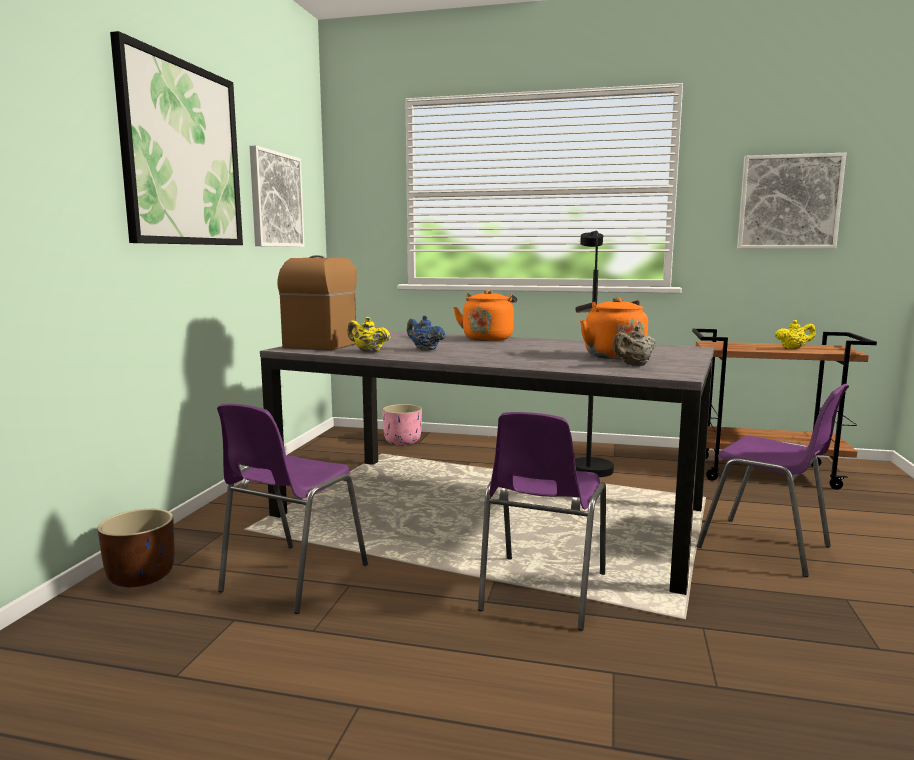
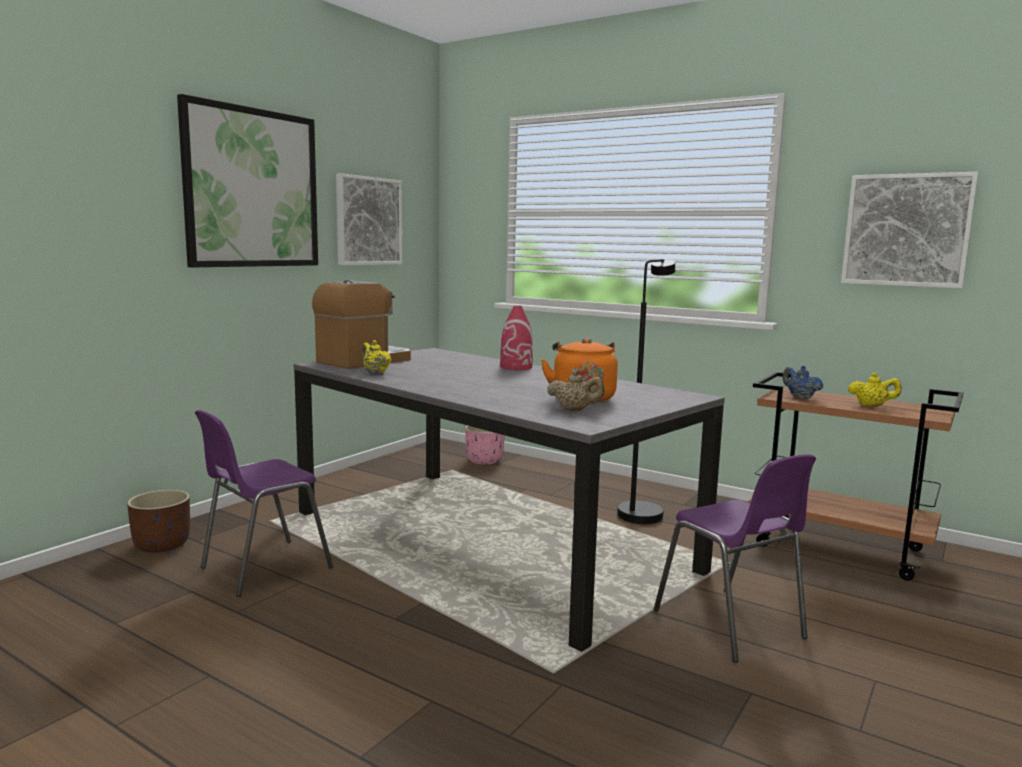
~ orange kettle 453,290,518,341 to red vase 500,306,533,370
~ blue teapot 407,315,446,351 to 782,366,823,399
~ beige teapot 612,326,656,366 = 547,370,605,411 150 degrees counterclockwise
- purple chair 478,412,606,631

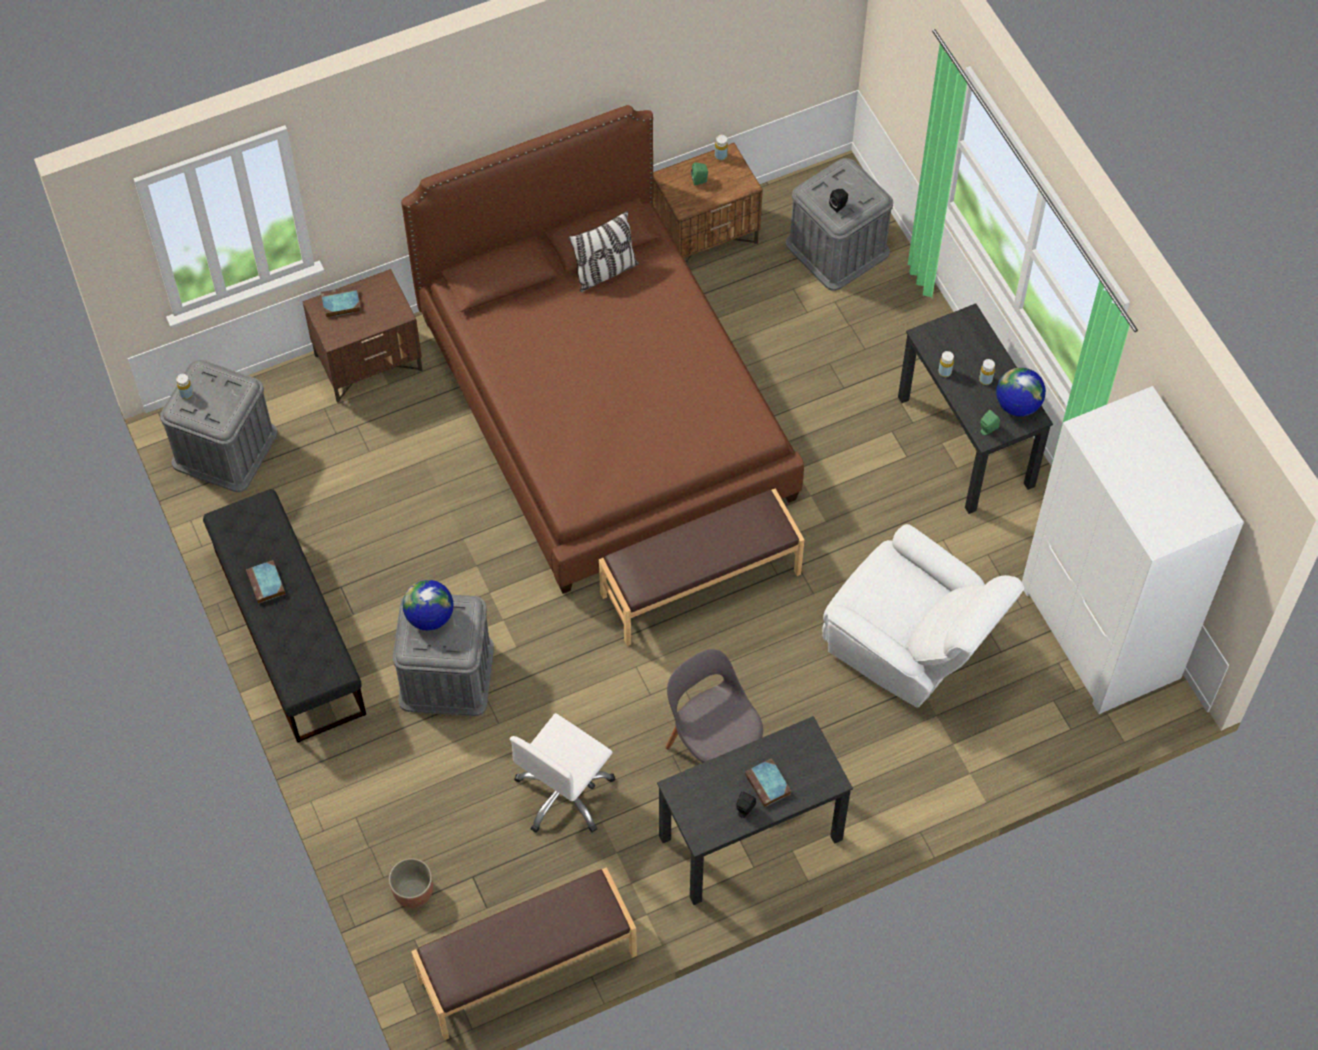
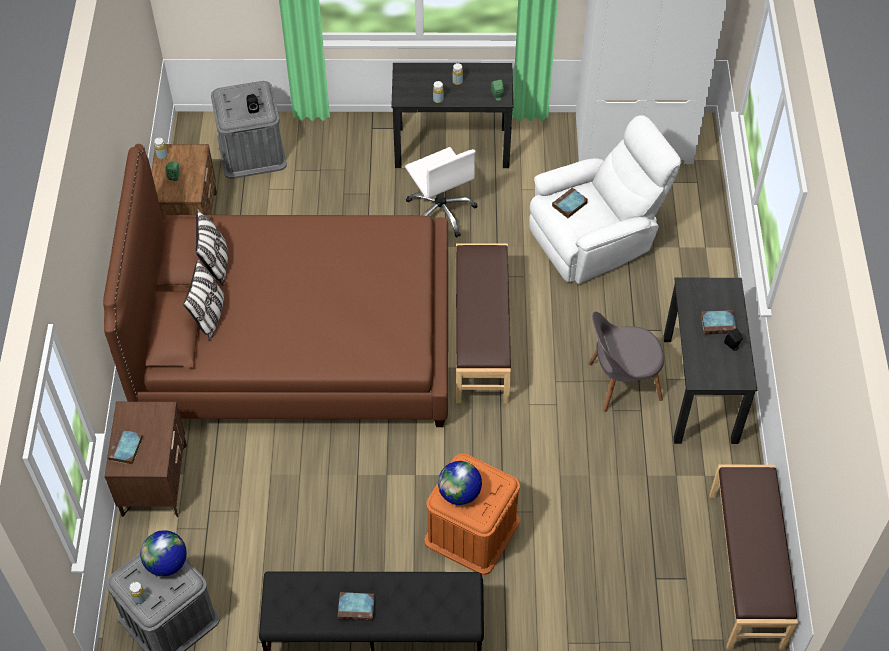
~ globe 996,367,1046,416 to 140,530,187,576
~ grey storage box 393,595,494,716 to orange storage box 425,454,520,575
~ white office chair 510,713,615,833 to 405,147,477,238
- planter 389,858,433,908
+ book 552,187,588,218
+ pillow 183,259,224,341

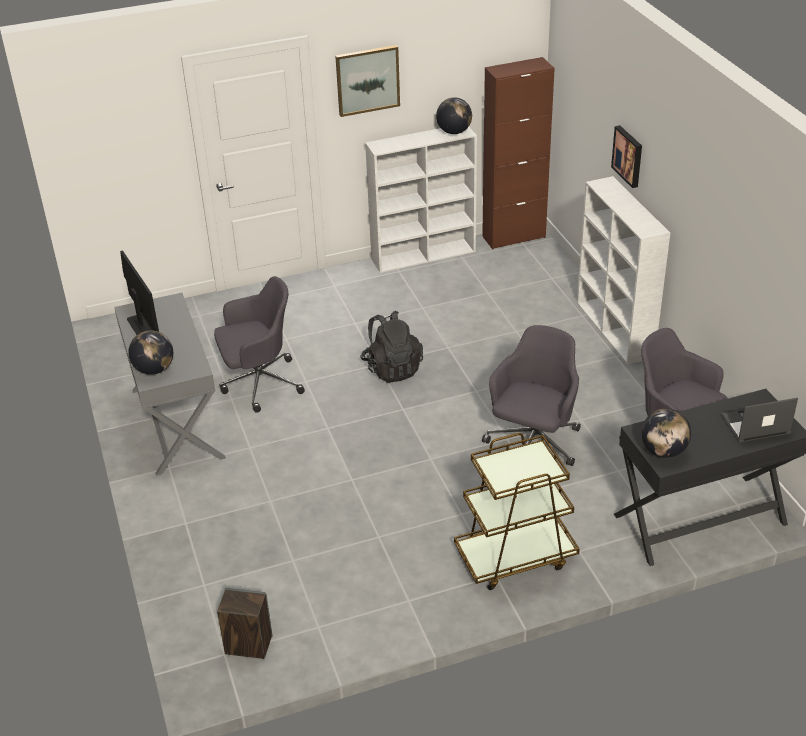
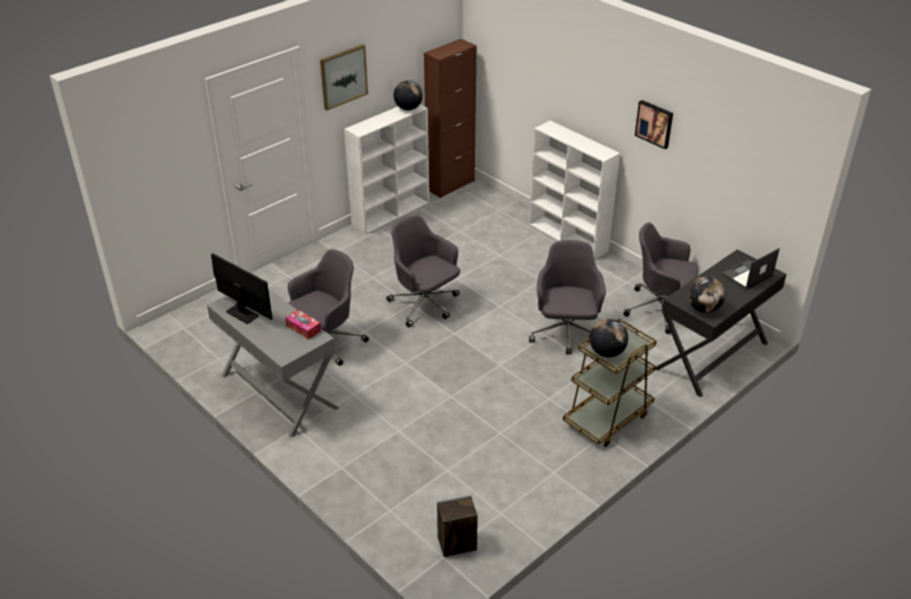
~ picture 611,125,642,188 to 635,100,673,149
~ black backpack 360,311,423,383 to grey office chair 386,215,460,327
~ globe 128,330,173,375 to 589,319,628,357
+ tissue box 285,310,321,340

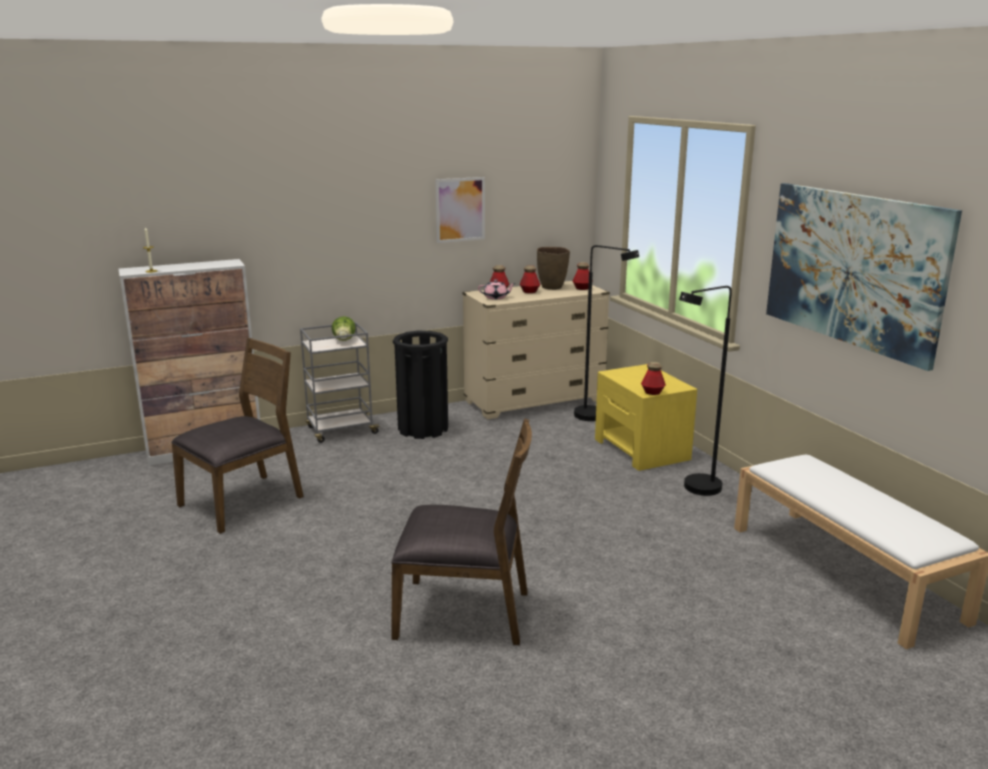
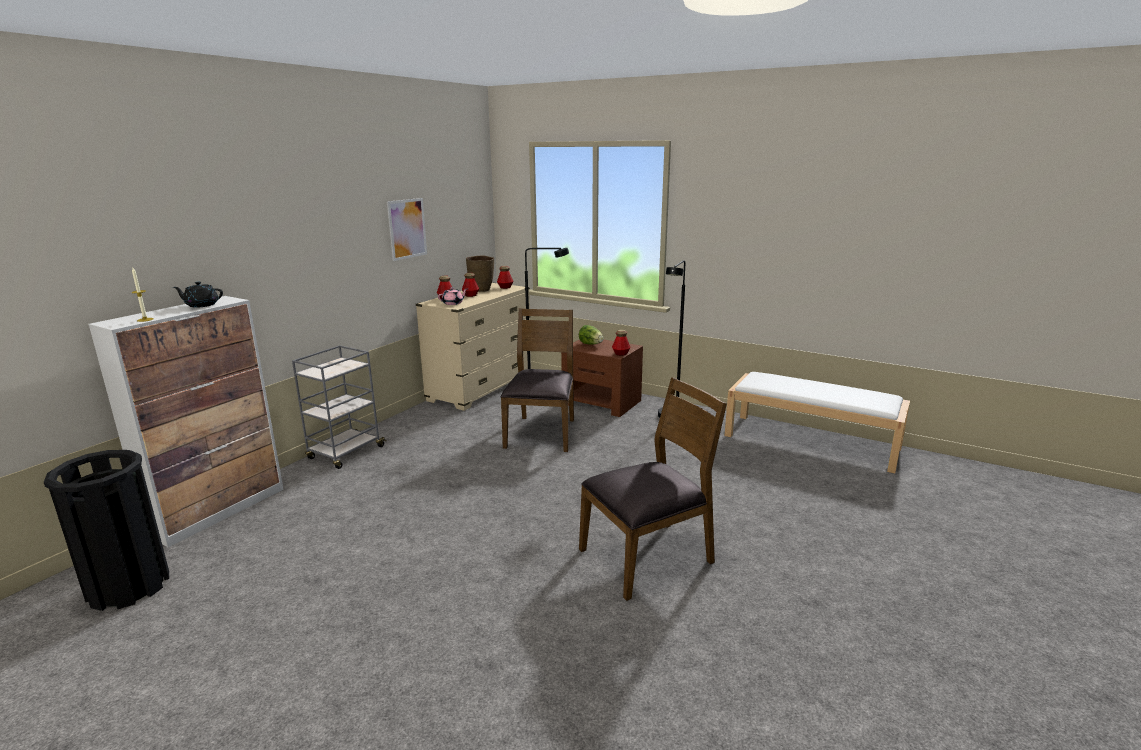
- picture 766,183,962,371
~ lettuce 332,316,356,341 to 579,325,604,344
~ black trash can 393,330,448,439 to 44,450,169,611
~ brown chair 171,338,304,534 to 500,308,574,452
~ yellow nightstand 595,364,697,471 to brown nightstand 561,339,643,417
+ black teapot 173,282,223,308

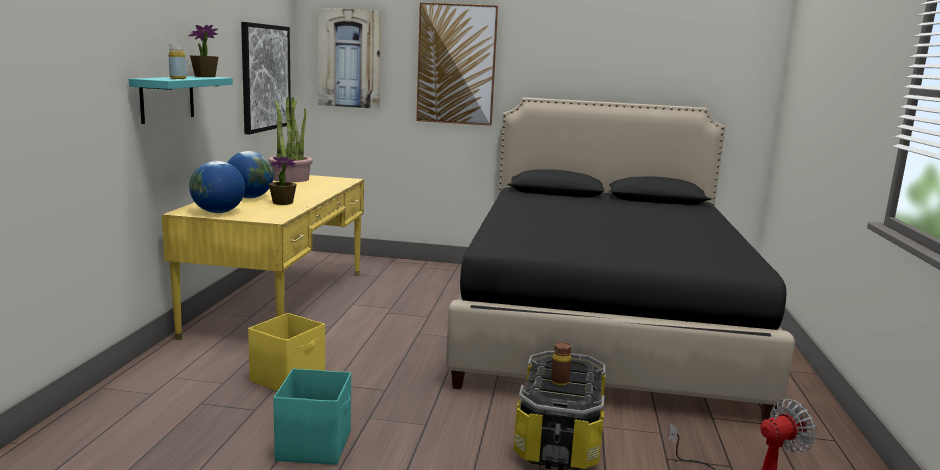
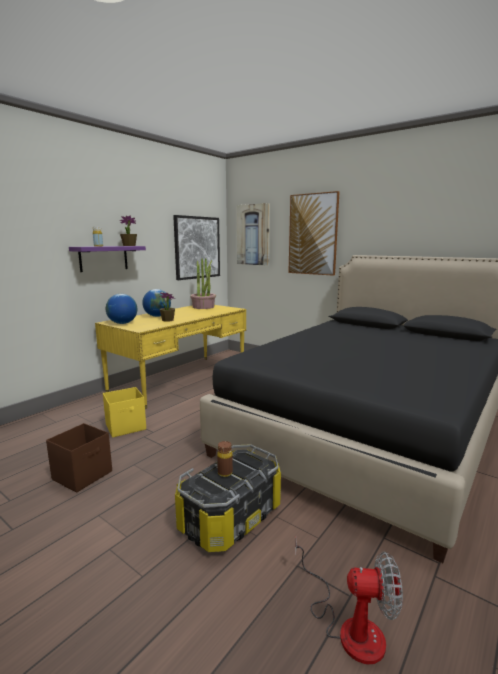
~ turquoise shelf 129,76,233,124 to purple shelf 69,246,146,272
~ turquoise storage box 273,368,351,465 to brown storage box 46,423,112,493

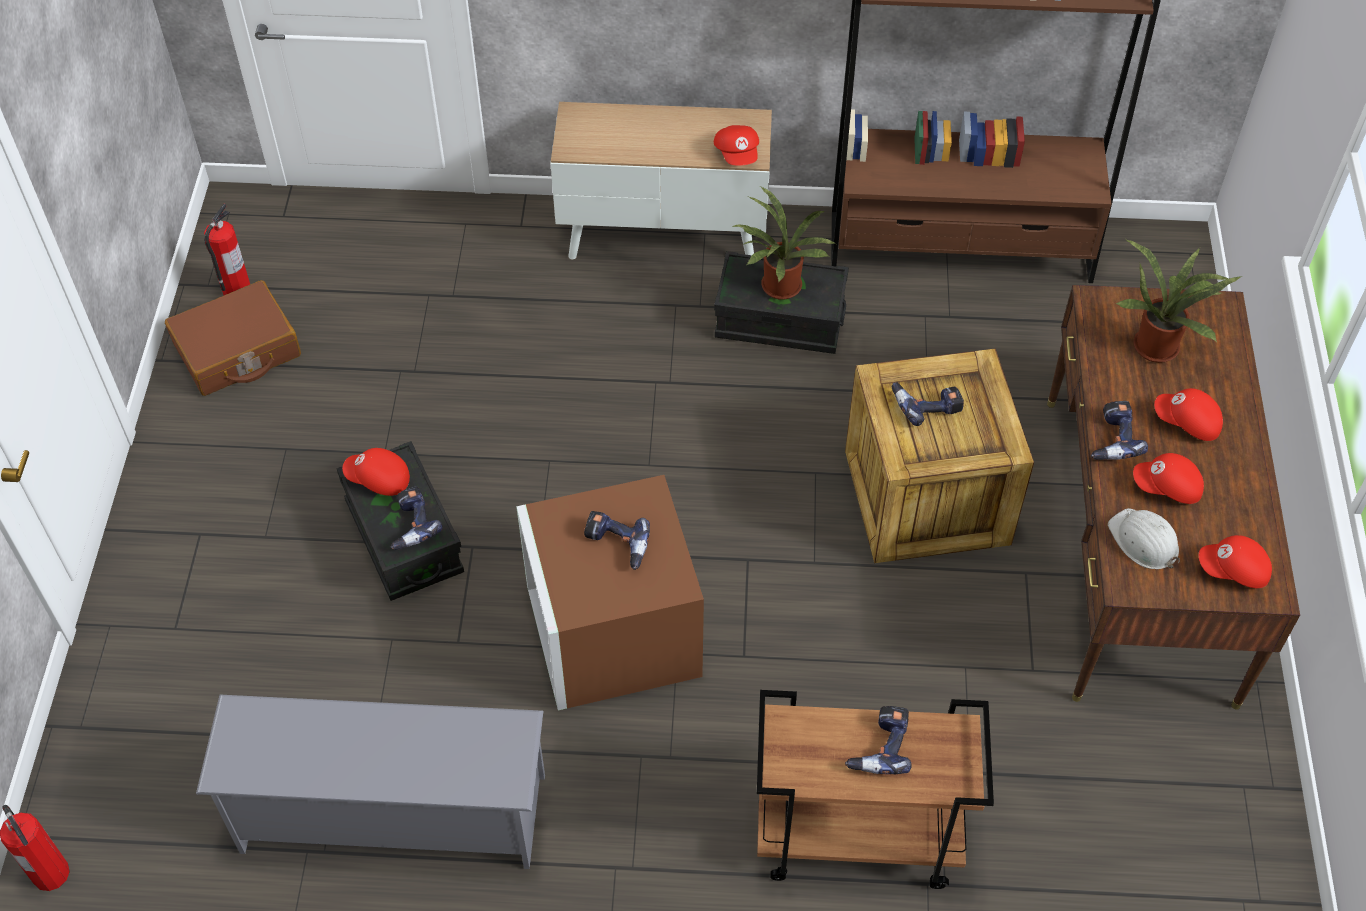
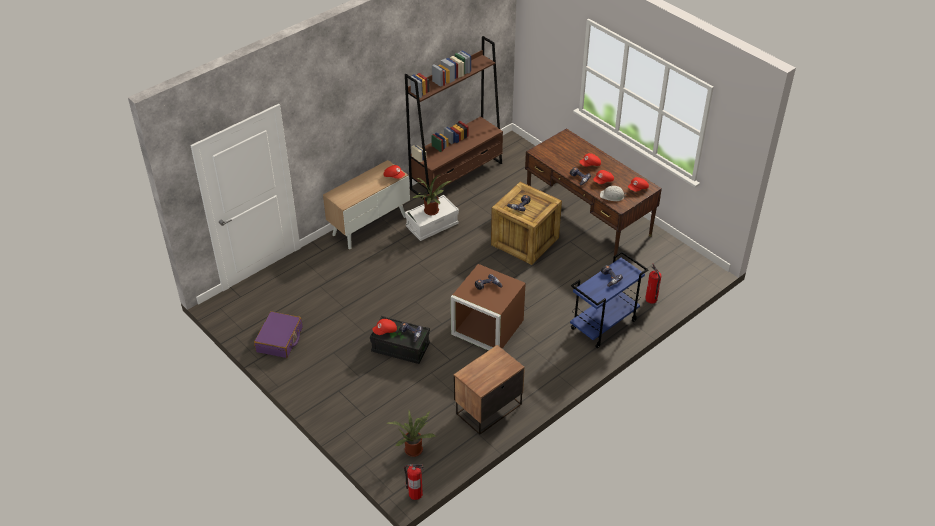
~ fire extinguisher 204,204,250,295 to 645,263,661,304
~ potted plant 1116,240,1241,363 to 386,411,436,457
~ black storage box 714,251,849,354 to white storage box 405,195,459,241
~ brown suitcase 165,280,301,396 to purple suitcase 254,311,303,358
~ brown cart 757,690,994,889 to blue cart 570,251,649,348
~ grey shoe rack 196,695,545,869 to nightstand 454,345,525,435

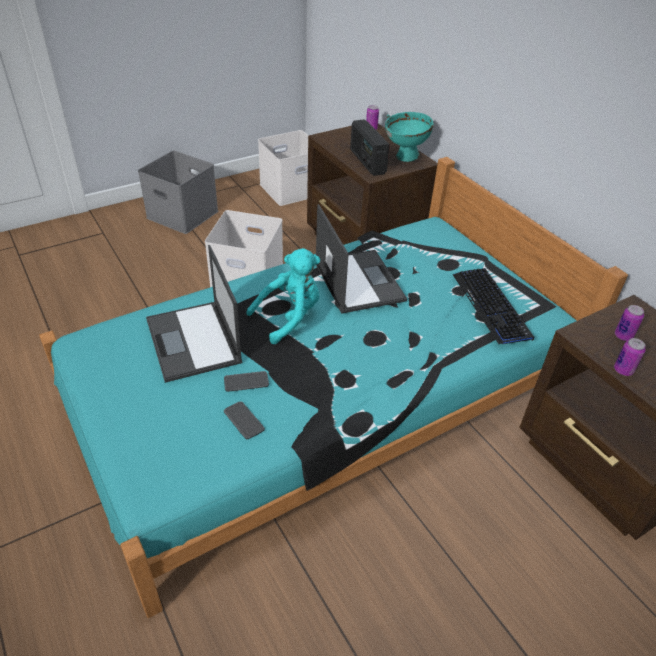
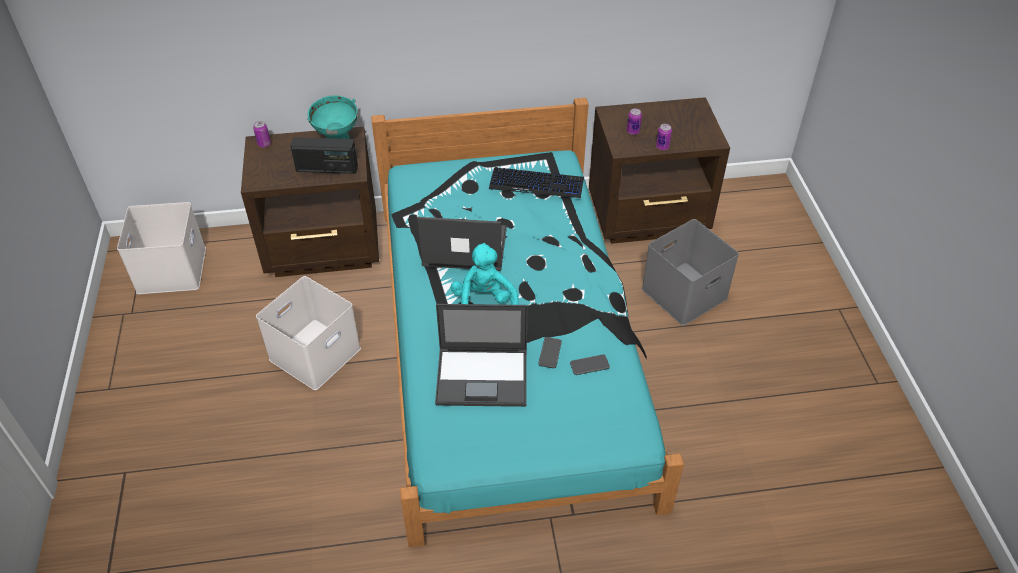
~ grey storage box 138,151,218,234 to 641,219,739,326

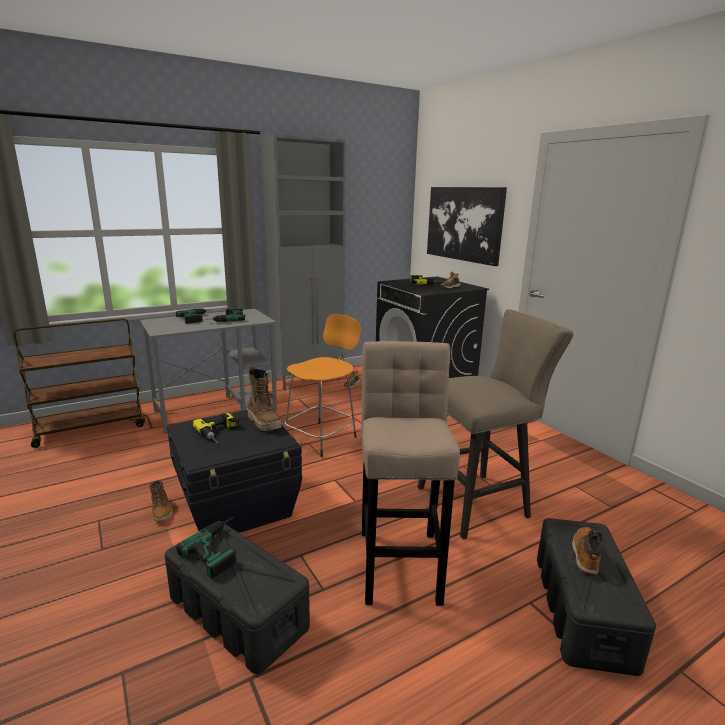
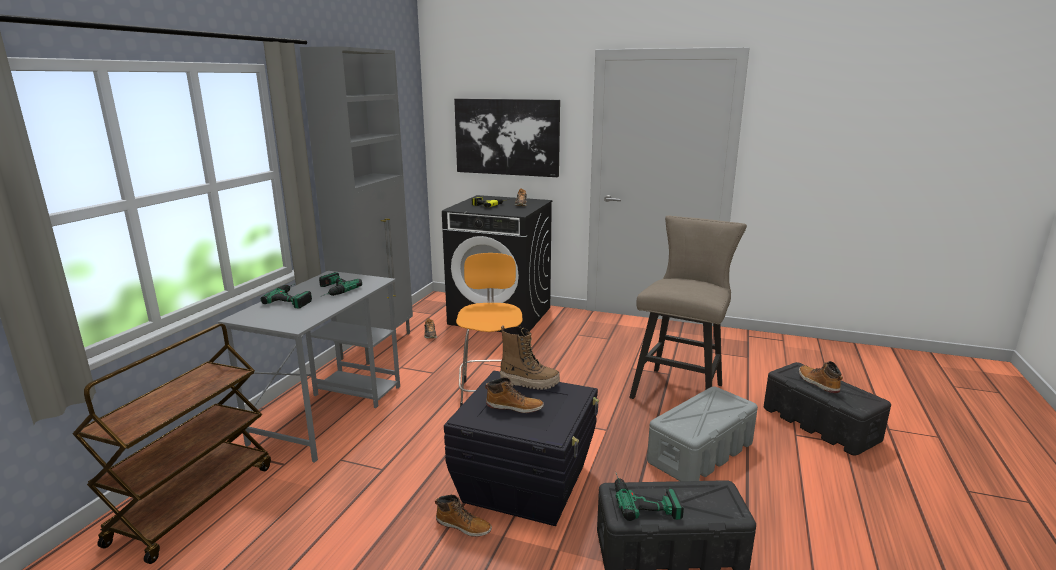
~ beige stool 361,341,460,606 to grey storage box 647,387,758,481
~ power drill 193,412,239,443 to boot 485,377,544,413

